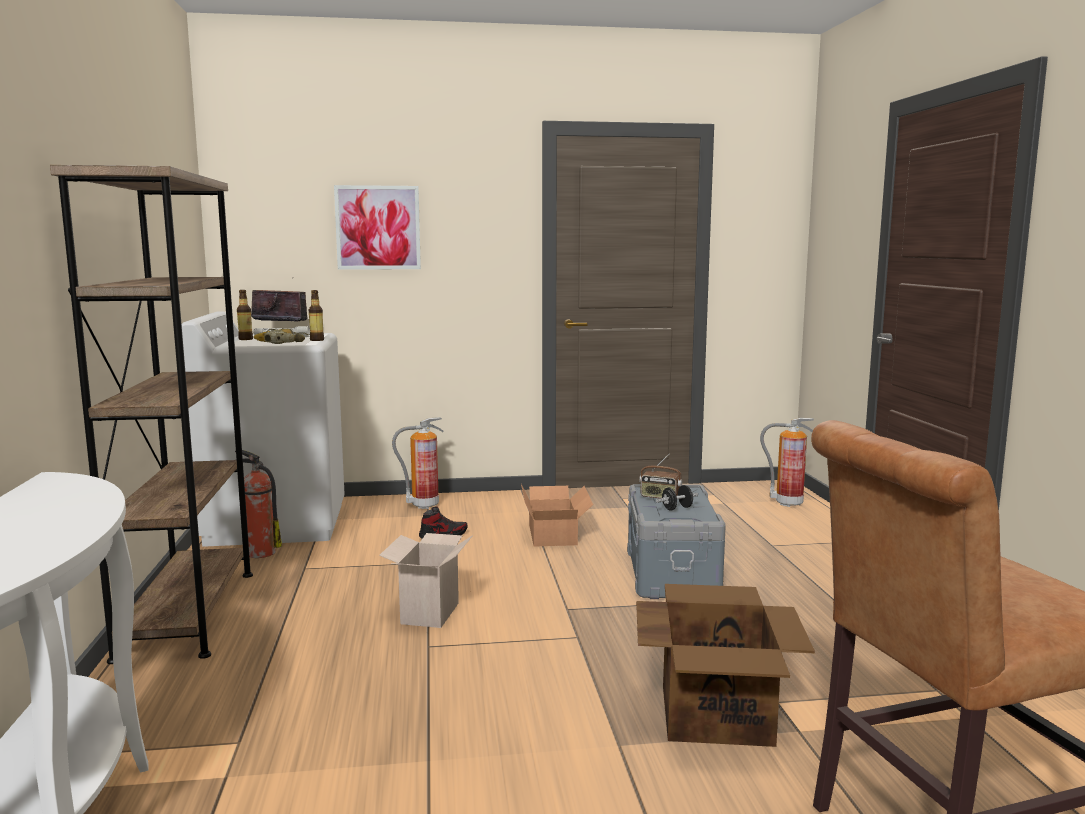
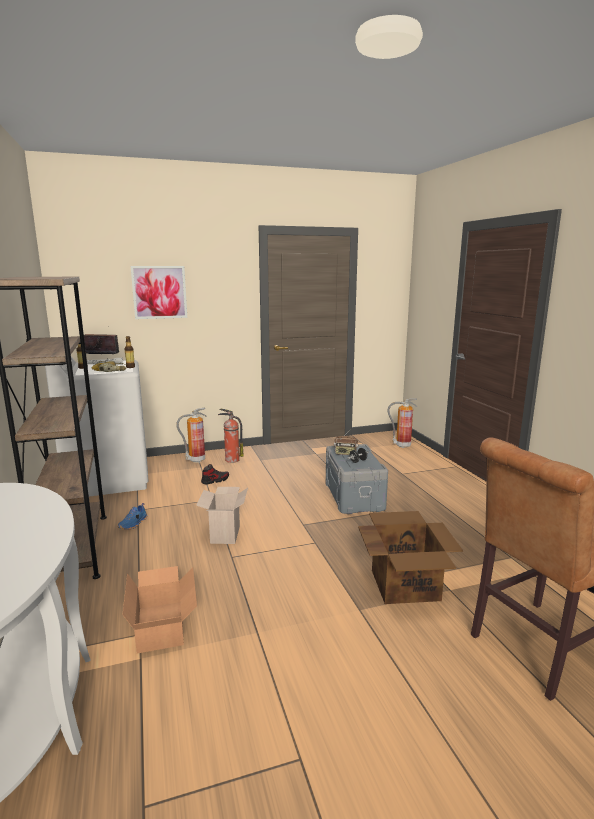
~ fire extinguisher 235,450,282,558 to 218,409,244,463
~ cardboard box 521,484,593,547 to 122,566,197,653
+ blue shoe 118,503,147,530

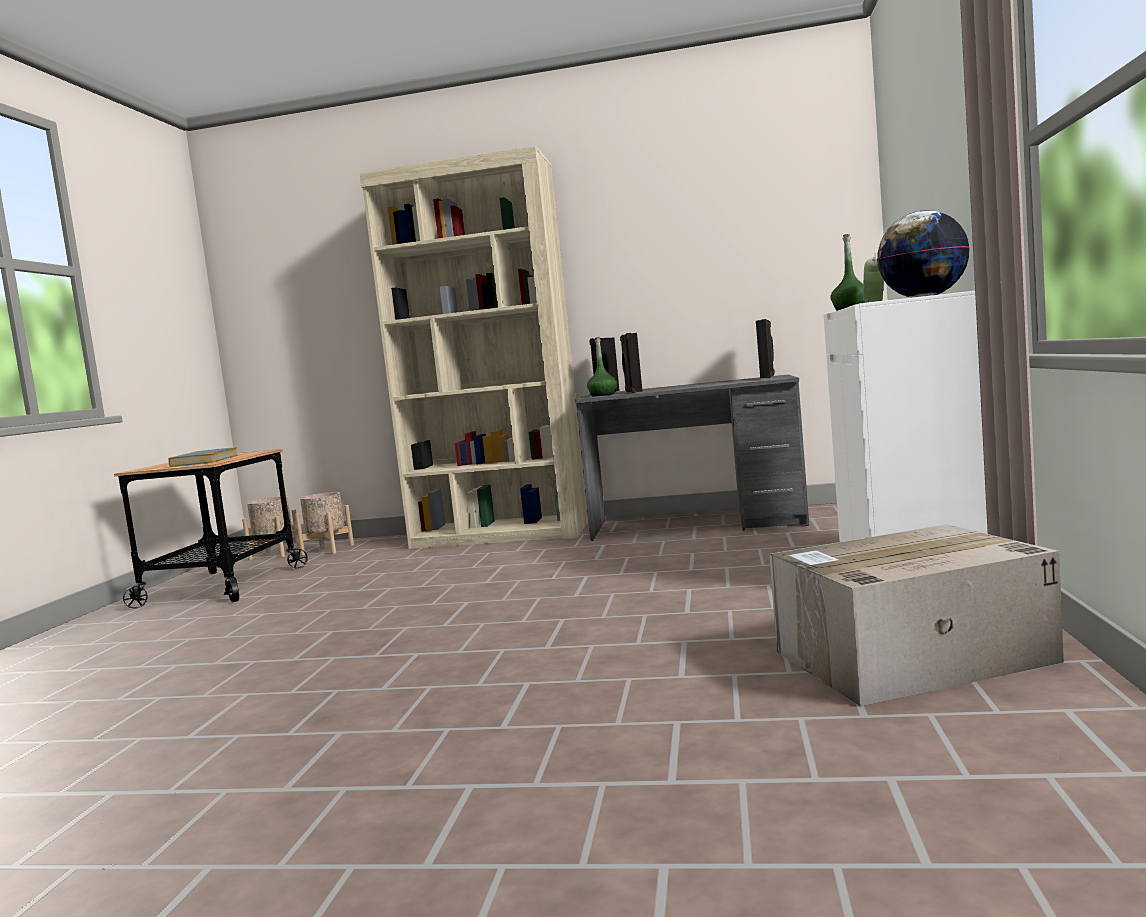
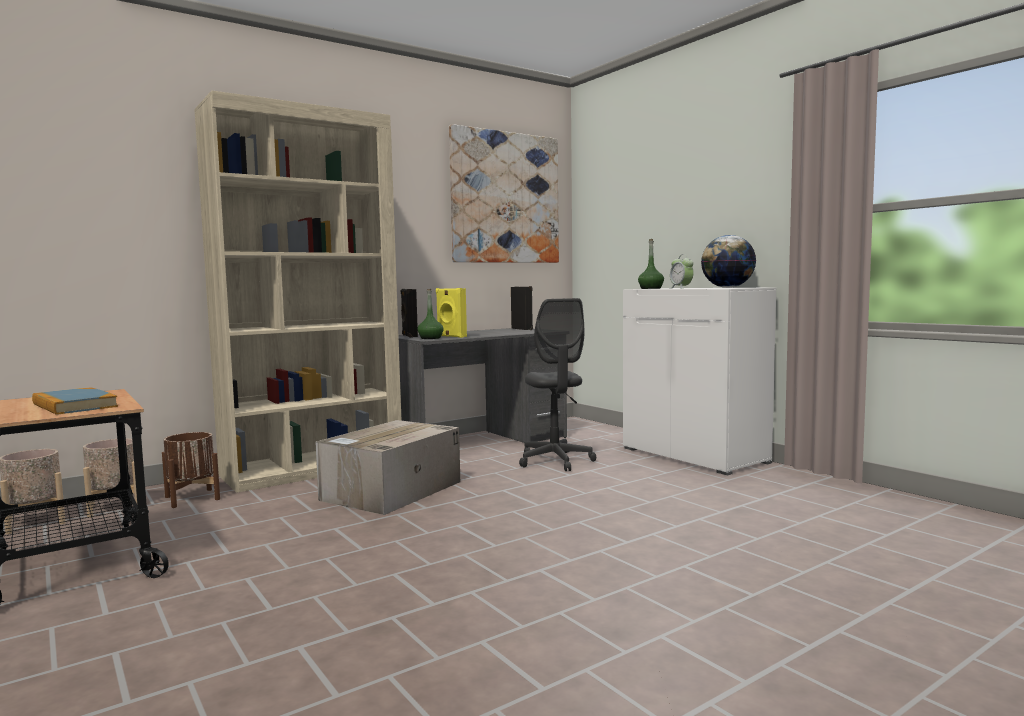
~ black speaker 620,333,643,393 to yellow speaker 436,288,467,338
~ cardboard box 769,524,1064,707 to 315,420,460,515
+ picture 449,124,559,263
+ grey office chair 519,298,596,471
+ brown planter 162,432,220,508

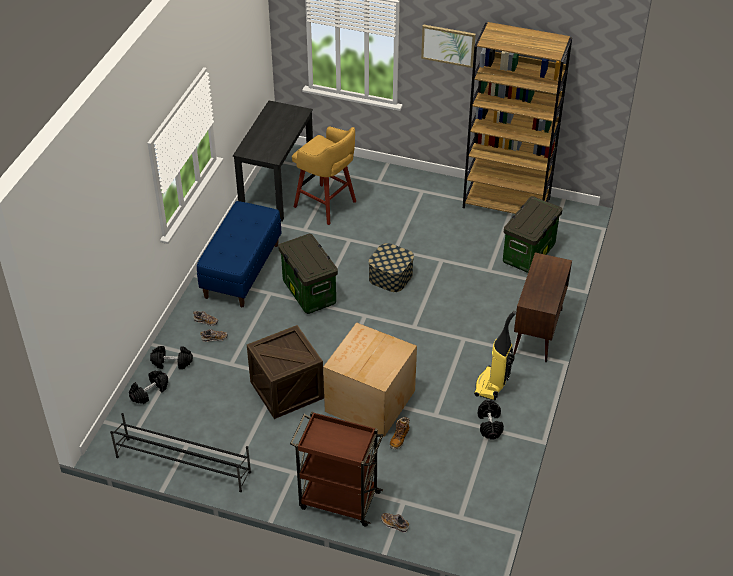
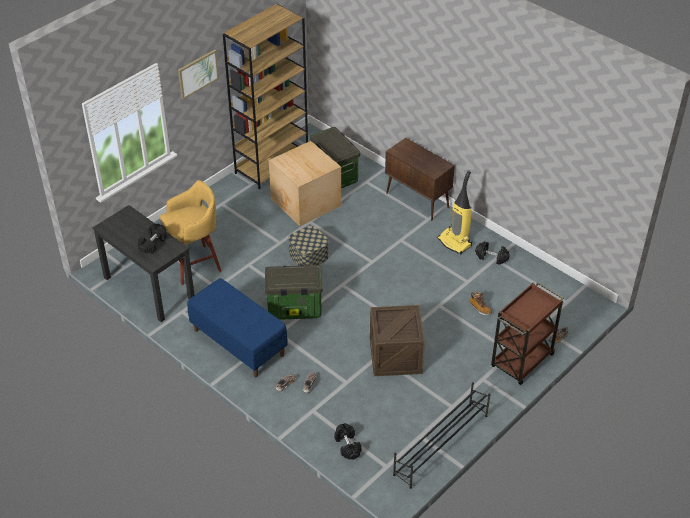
~ cardboard box 323,322,417,437 to 269,141,341,226
~ black dumbbell 150,346,193,369 to 138,223,167,253

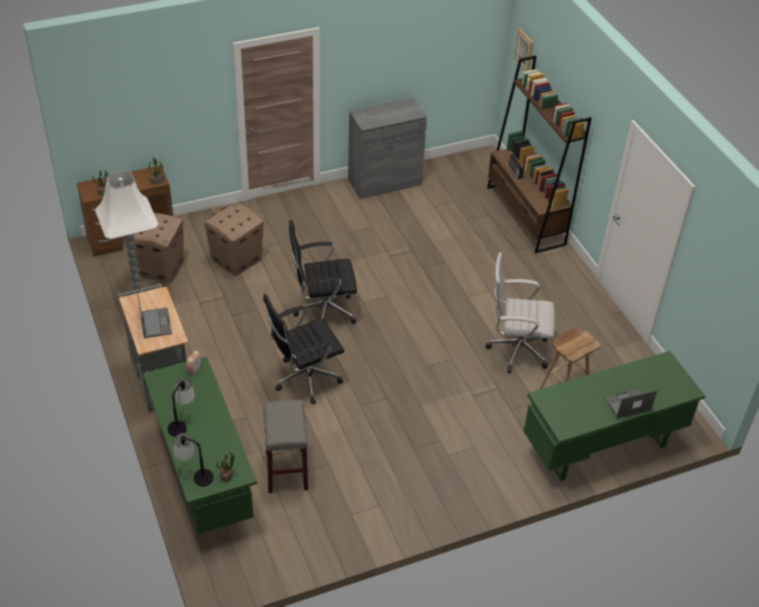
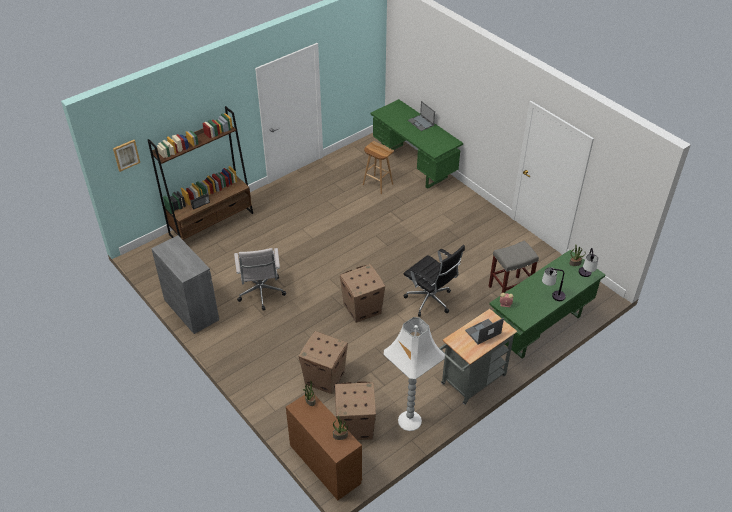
~ black office chair 289,220,357,324 to cardboard box 340,264,385,323
~ white office chair 486,252,555,373 to 234,248,286,311

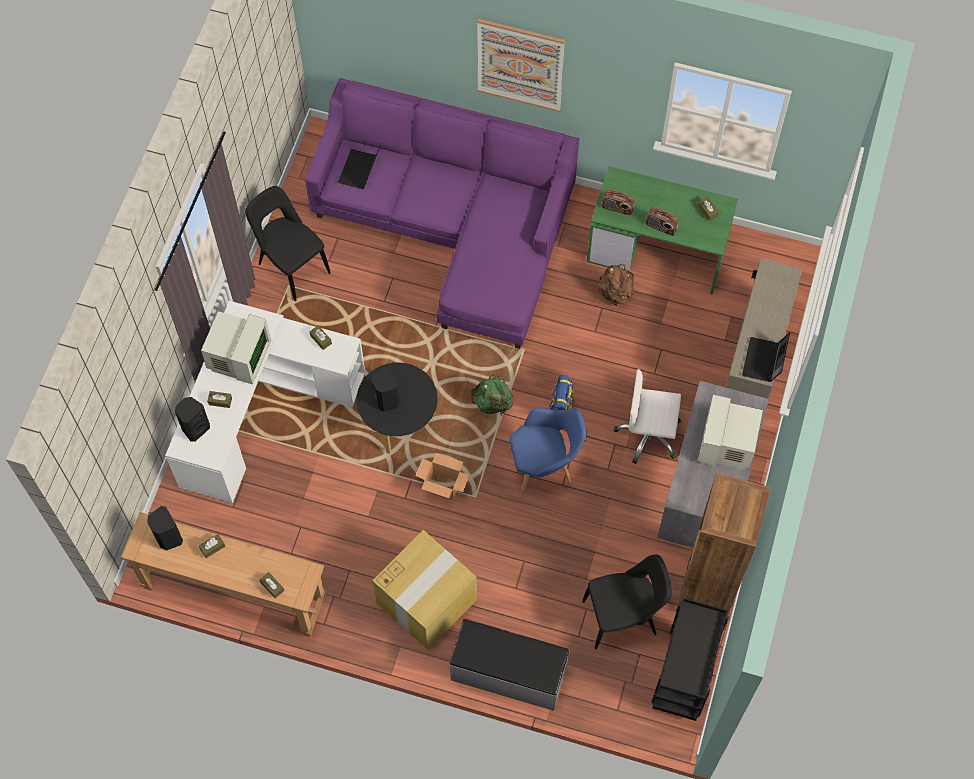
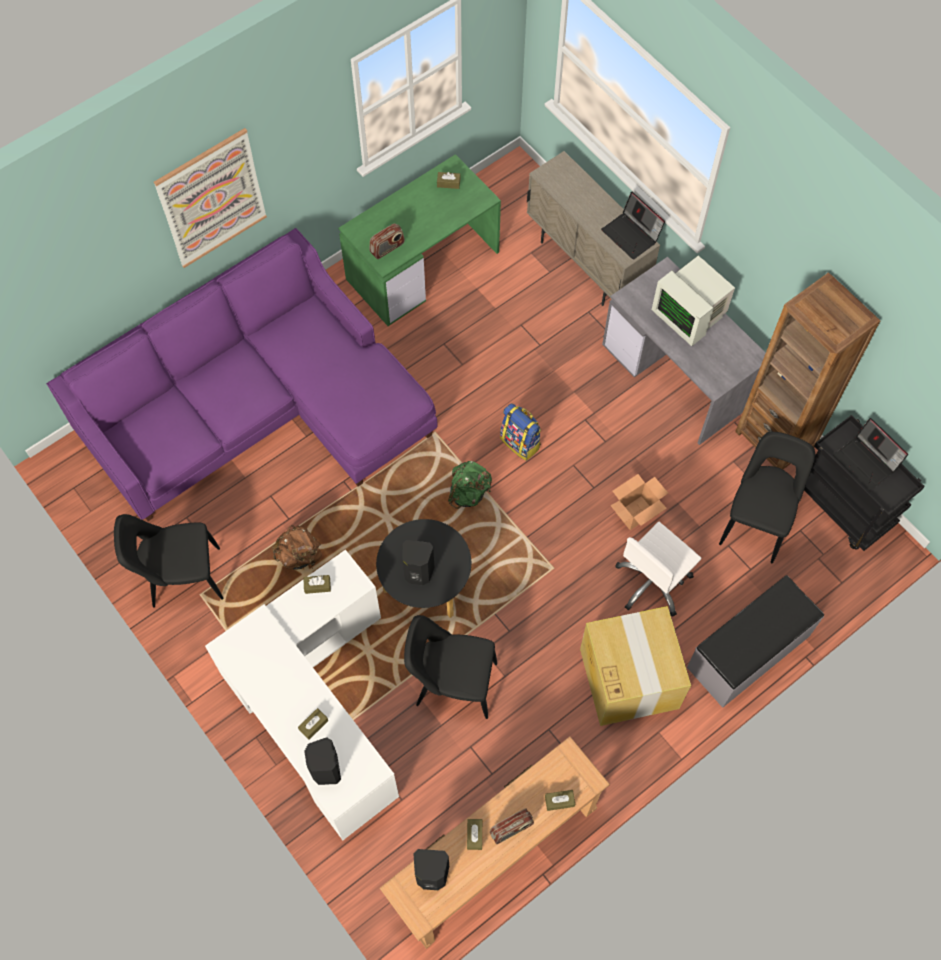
~ laptop 338,143,382,189 to 833,418,908,491
~ radio 645,207,679,236 to 490,808,534,844
~ brown backpack 598,264,634,306 to 272,525,322,570
- monitor 201,311,271,384
~ white office chair 614,369,681,464 to 615,522,701,616
- blue armchair 509,408,587,498
~ cardboard box 415,453,470,500 to 611,474,668,530
+ black chair 404,615,497,719

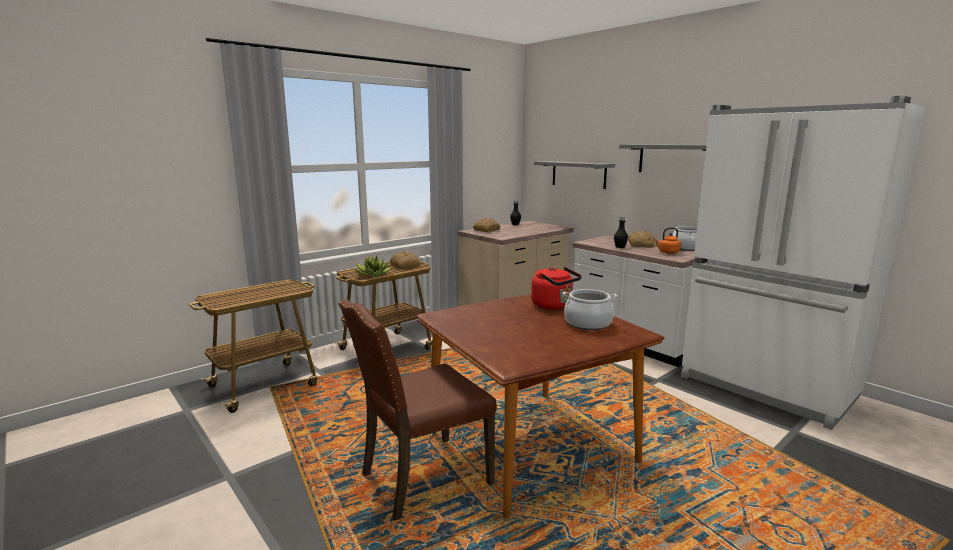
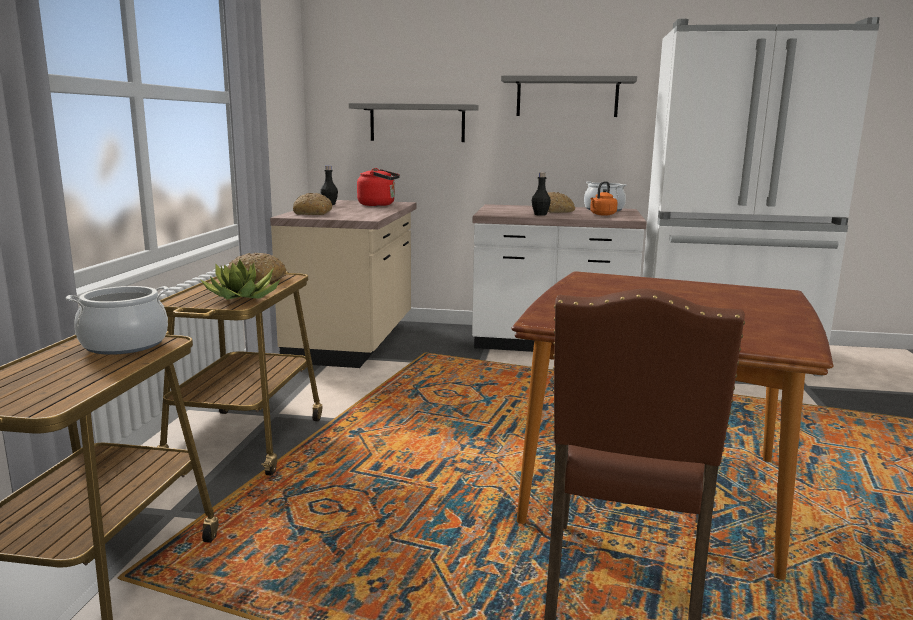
~ red kettle 531,267,582,310 to 357,168,400,206
~ cooking pot 563,289,618,330 to 66,286,169,355

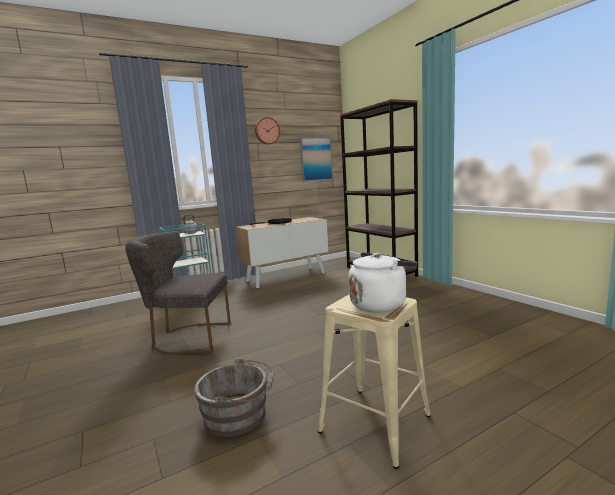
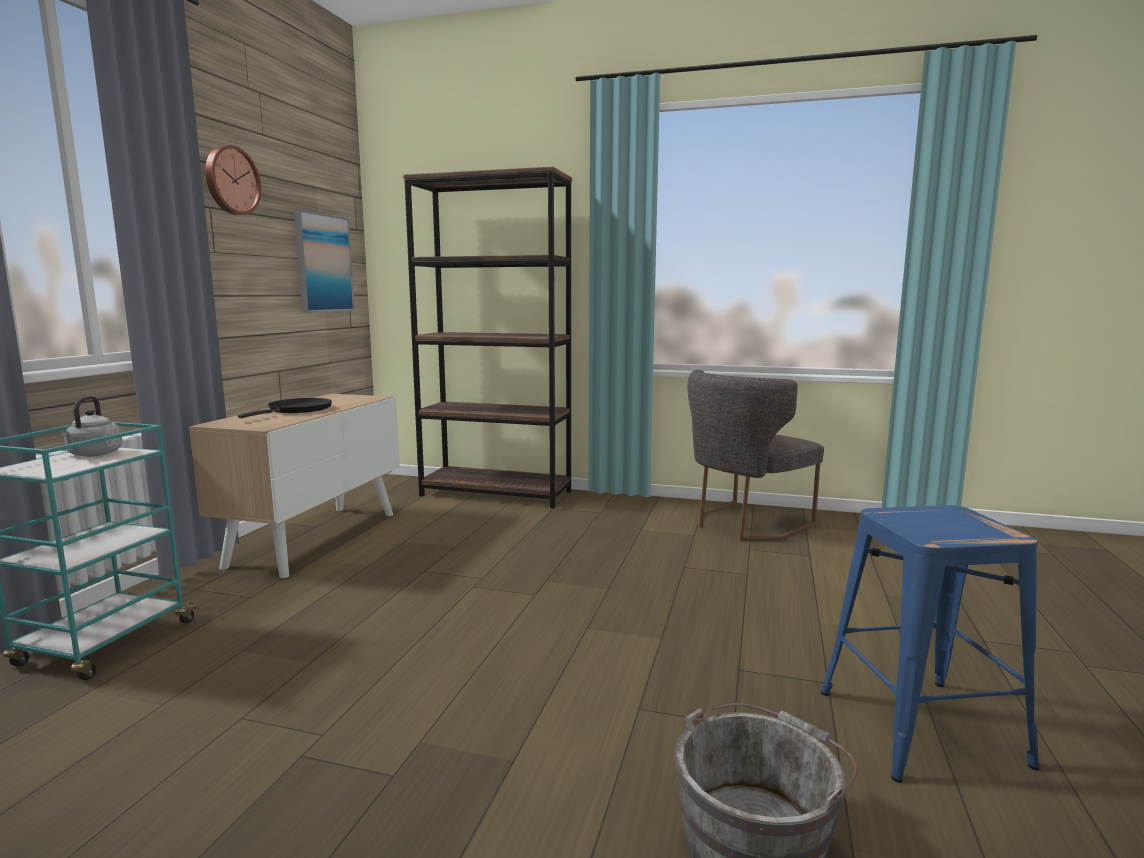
~ grey chair 125,231,231,354 to 687,370,824,541
- white kettle 349,252,417,313
~ beige stool 318,295,431,469 to blue stool 821,505,1040,783

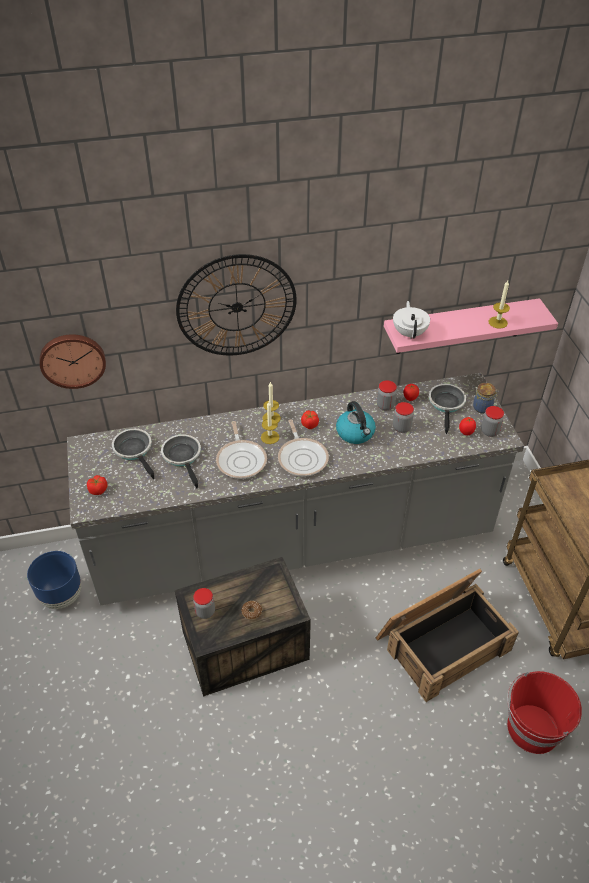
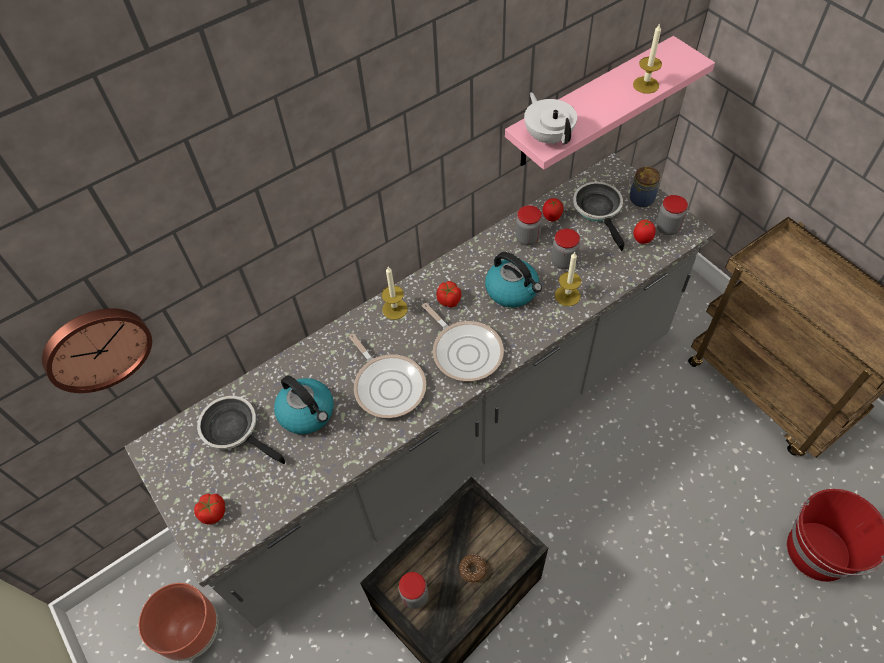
- wall clock 176,254,297,355
~ candle 261,402,280,444 to 555,252,581,306
~ frying pan 161,434,201,488 to kettle 274,375,334,434
~ blue planter 27,551,81,609 to brown planter 139,583,219,661
- crate 376,569,519,702

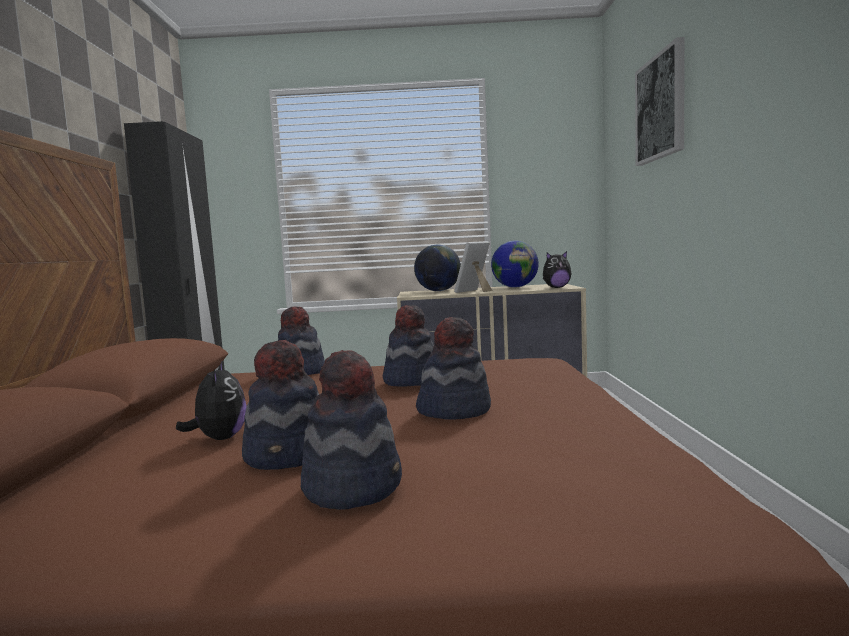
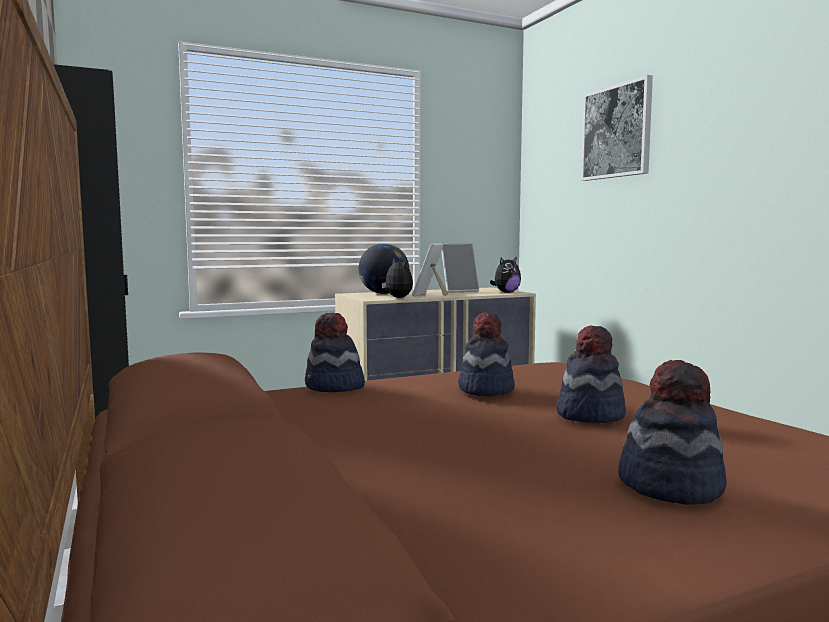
~ globe 491,240,539,288 to picture frame 441,243,479,293
- hat 242,340,319,470
~ plush toy 176,360,247,440 to 382,258,413,298

